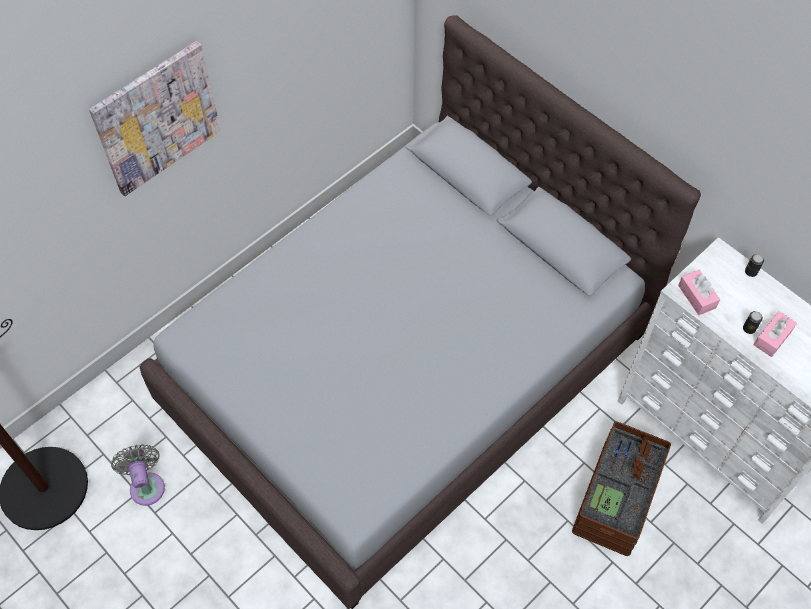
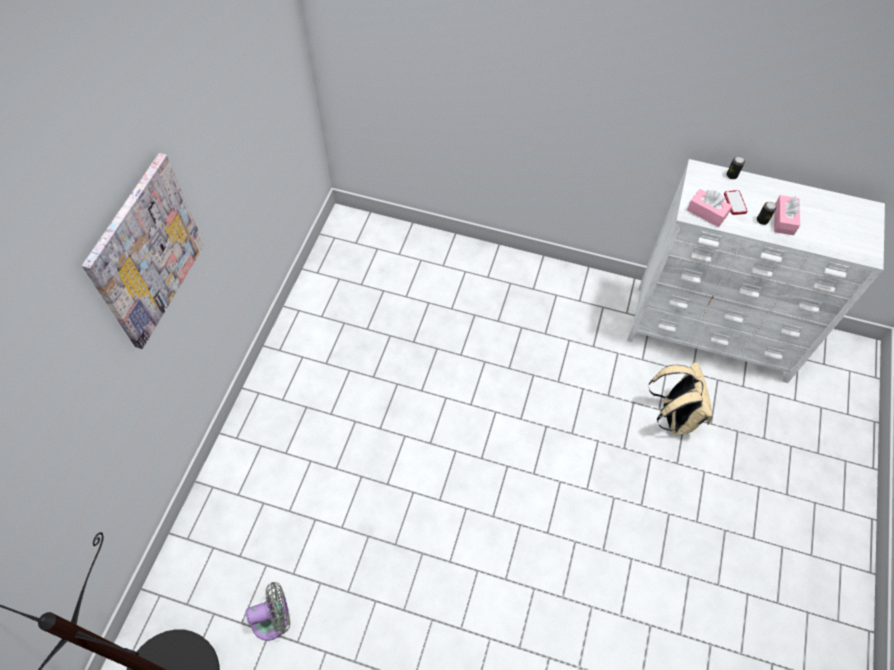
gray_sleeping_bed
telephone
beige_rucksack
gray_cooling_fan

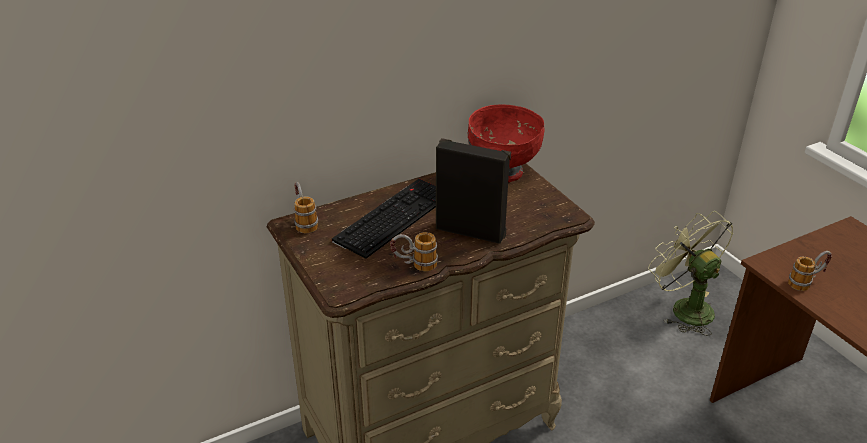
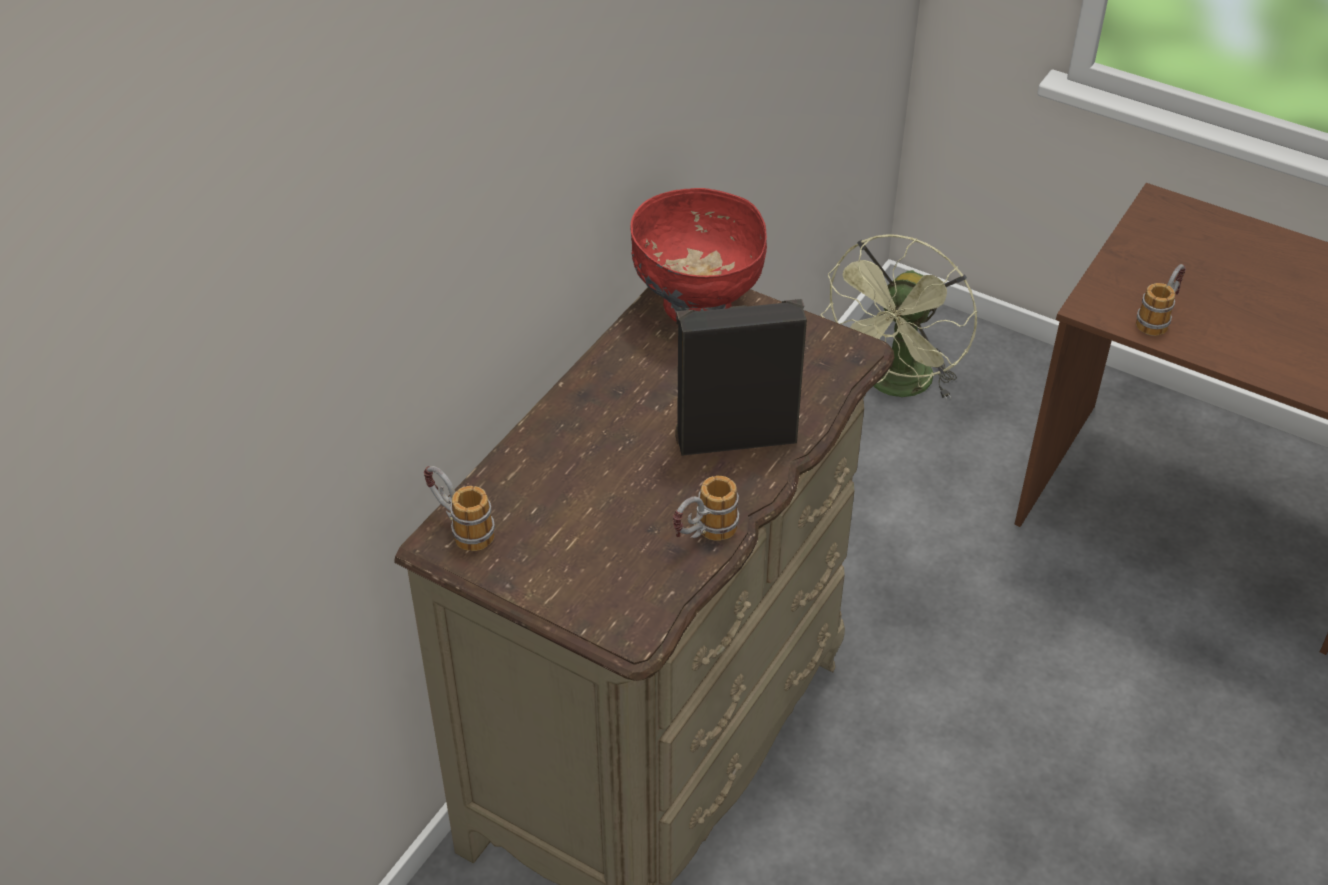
keyboard
green_cooling_fan

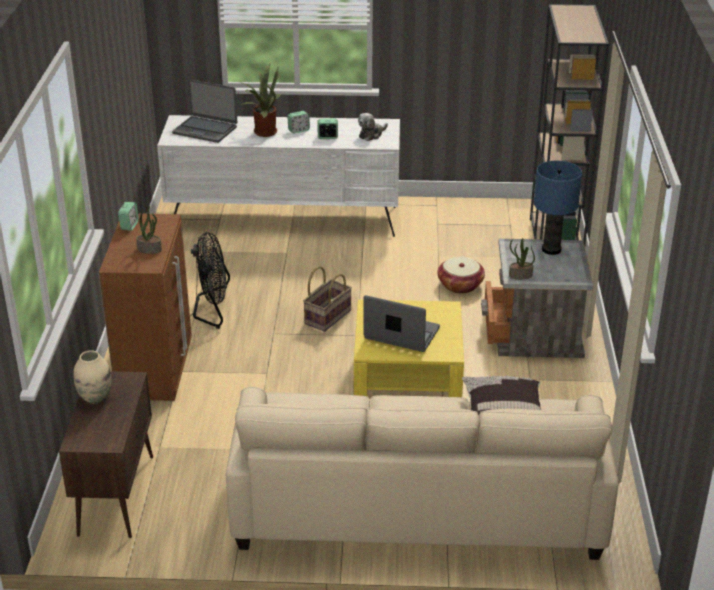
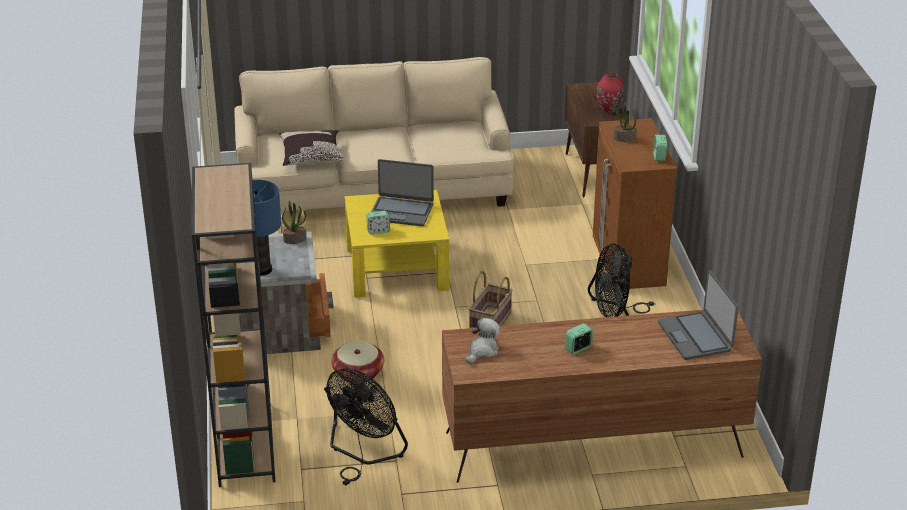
houseplant (no. 2 from left in the first image)
black_cooling_fan (no. 1 from left)
table_clock (no. 1 from left)
red-coloured_vase
brown_tv_unit
portable_computer (no. 2 from left)

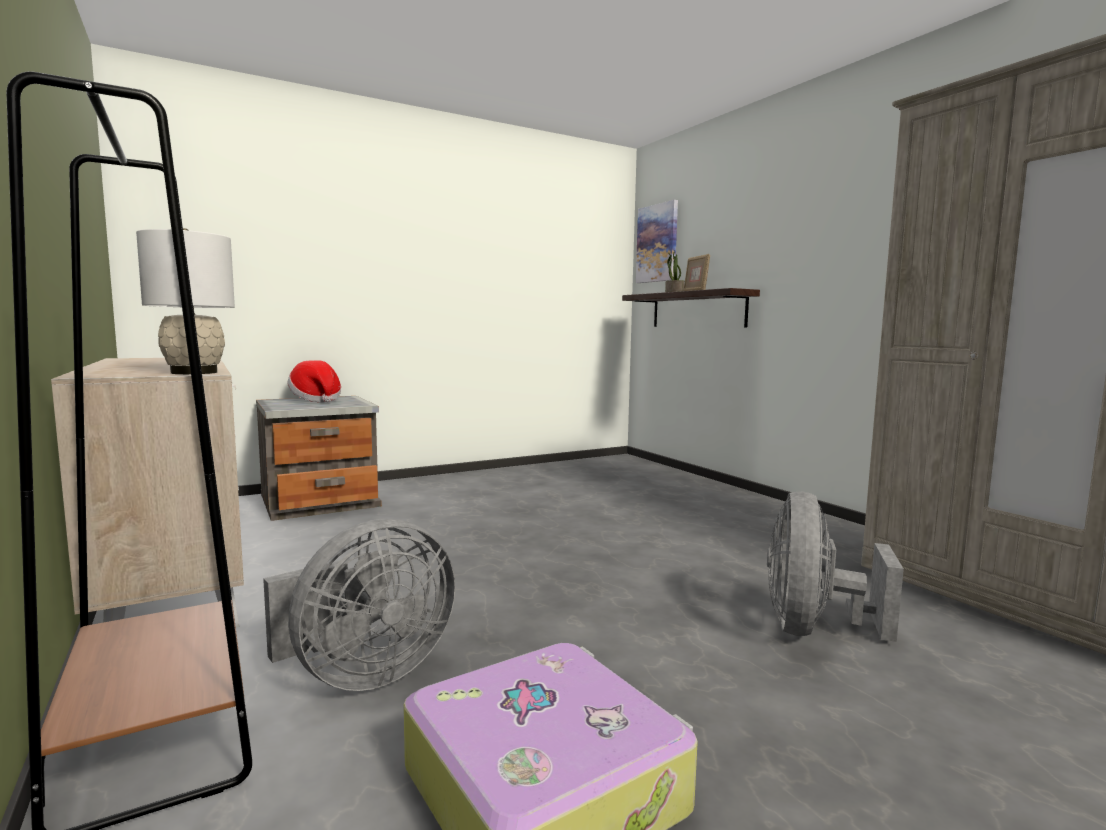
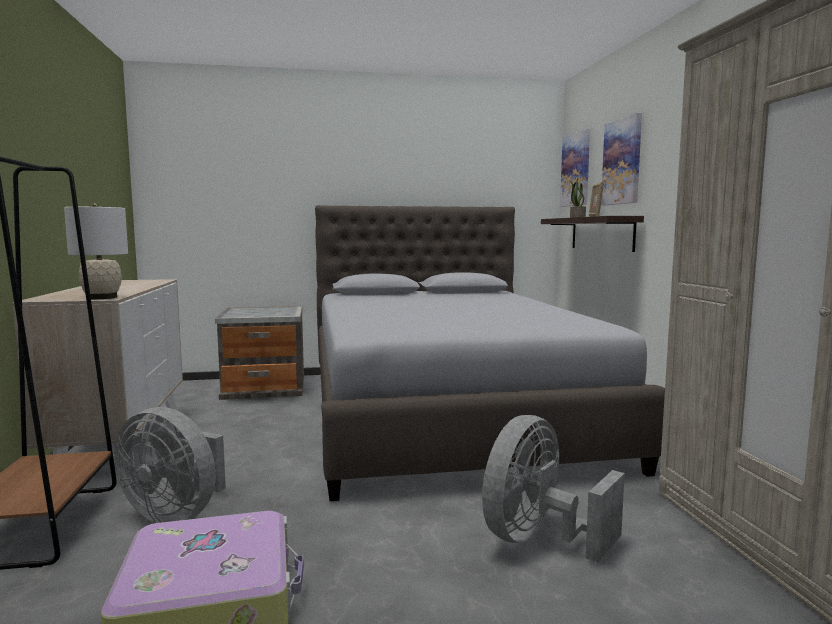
hat
gray_sleeping_bed
wall_picture (no. 2 from left)
gray_cooling_fan (no. 1 from left)

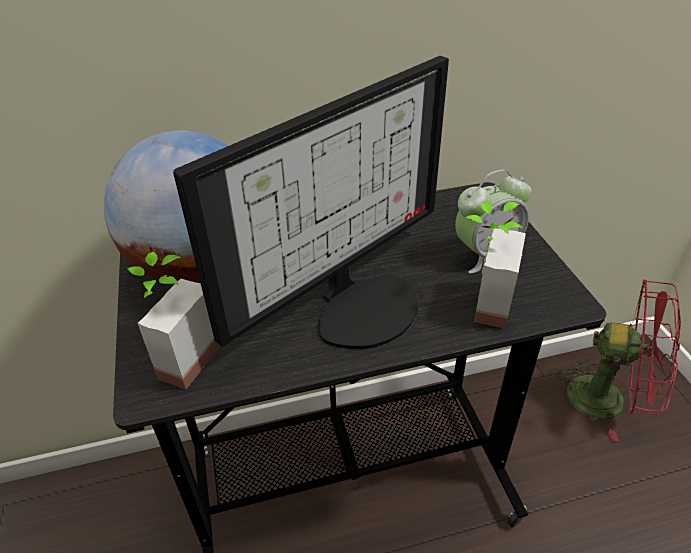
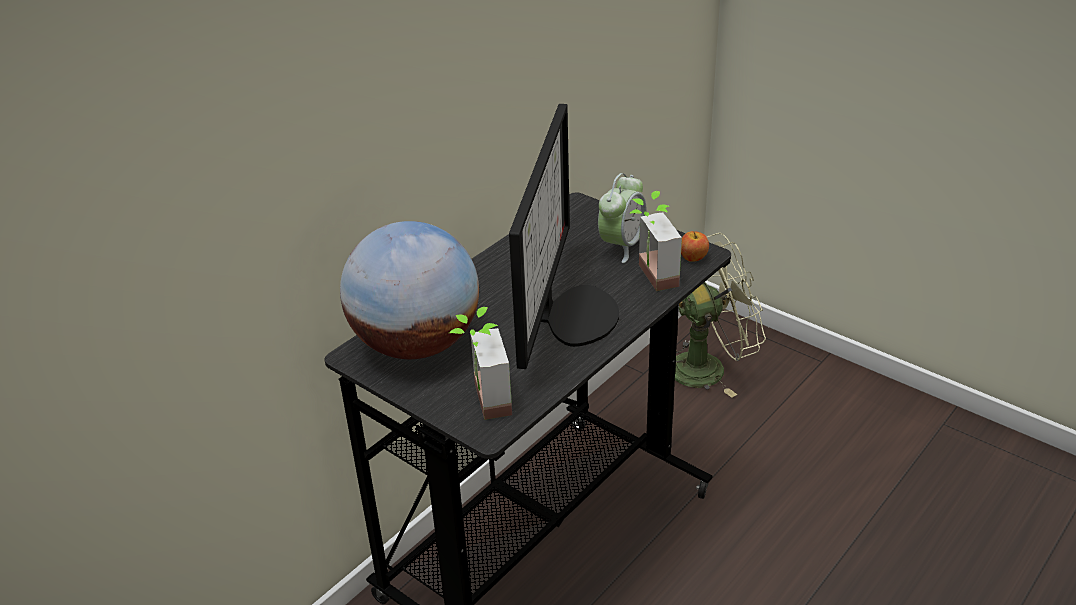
whole_apple
green_cooling_fan

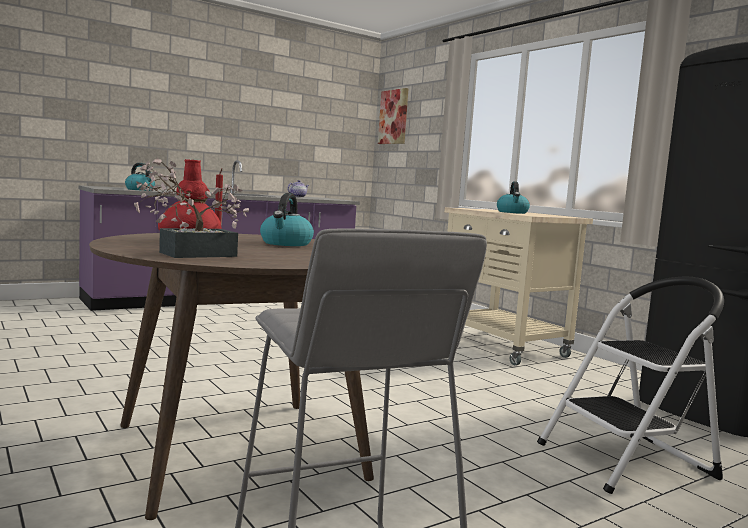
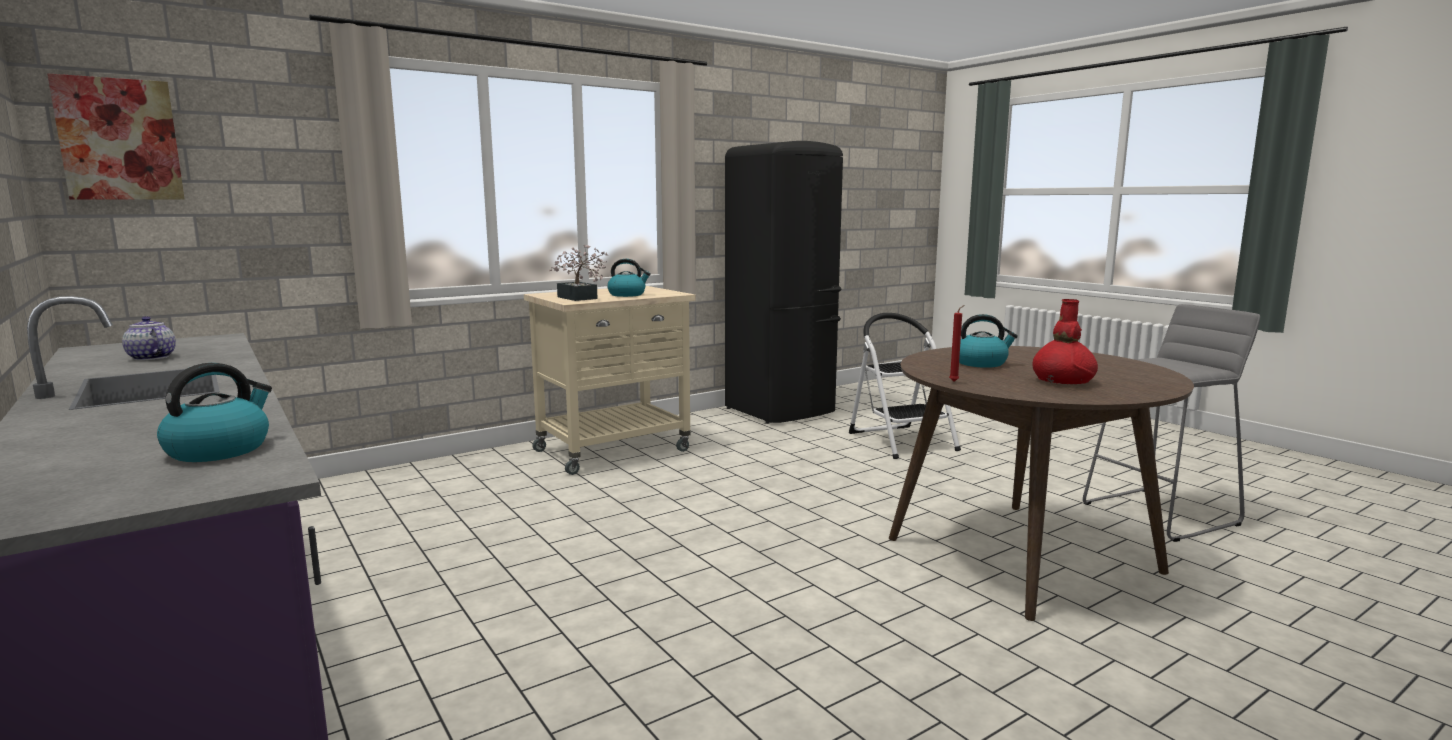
houseplant

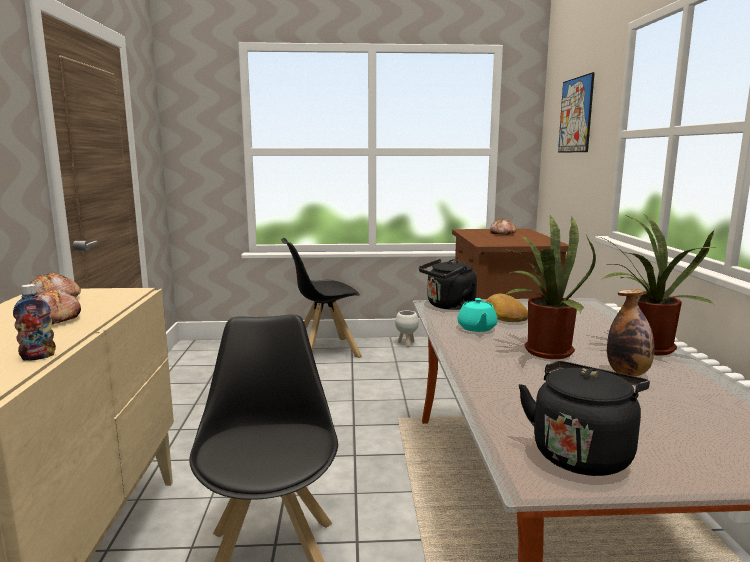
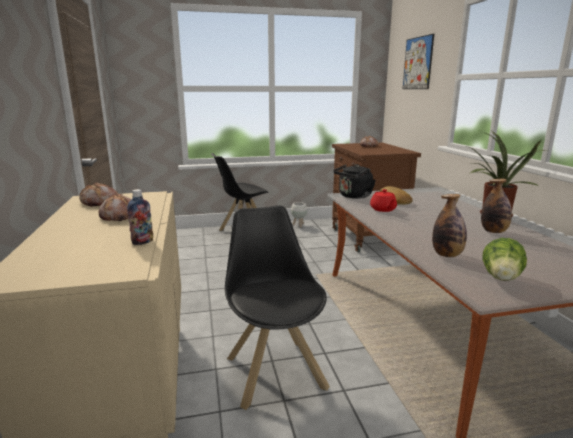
houseplant (no. 1 from left in the first image)
beverage_bottle (no. 2 from left)
lettuce
red-coloured_pot_for_tea

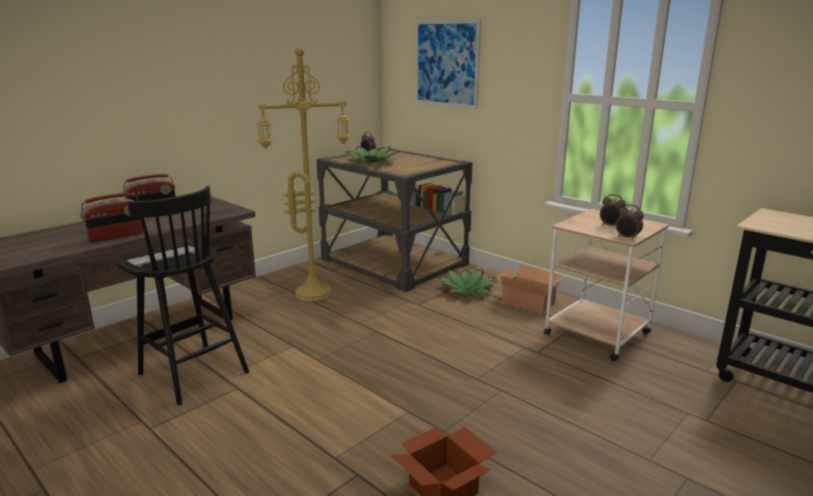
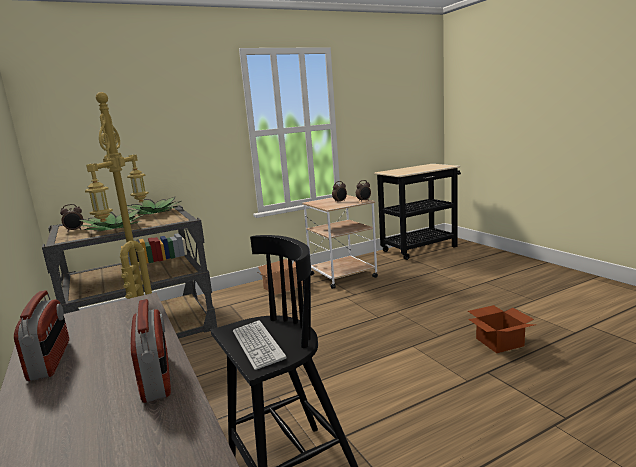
wall_picture
houseplant (no. 2 from left)

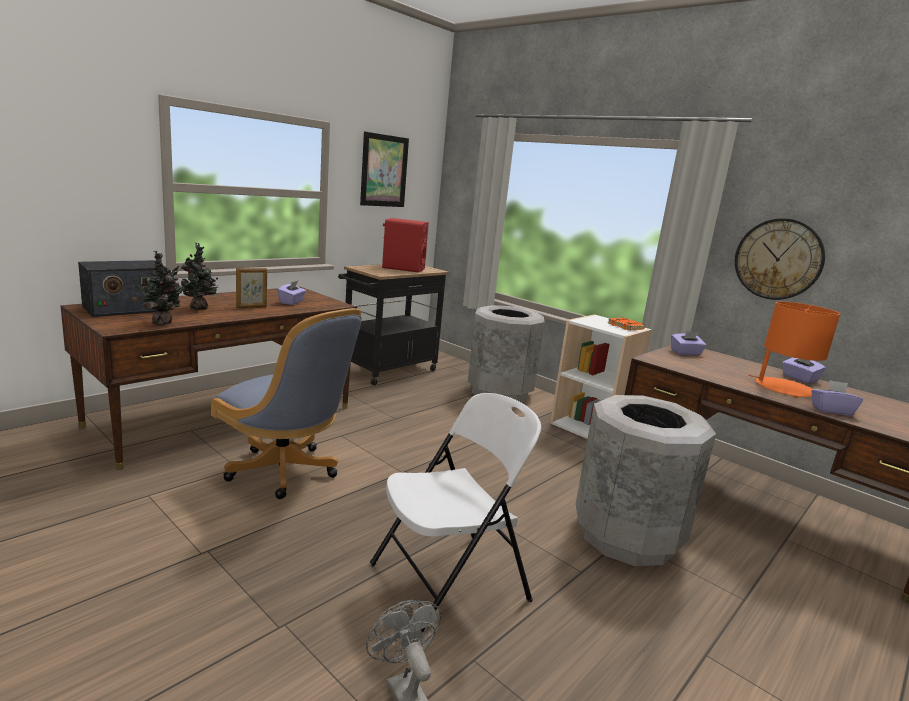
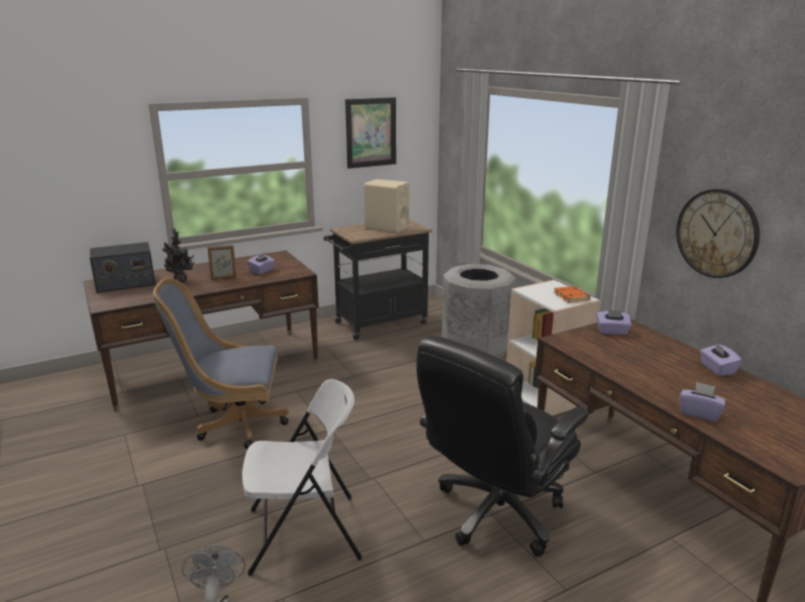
houseplant (no. 1 from left in the first image)
orange-coloured_tabletop_lamp
black_office_chair
beige_loudspeaker
blue_office_chair

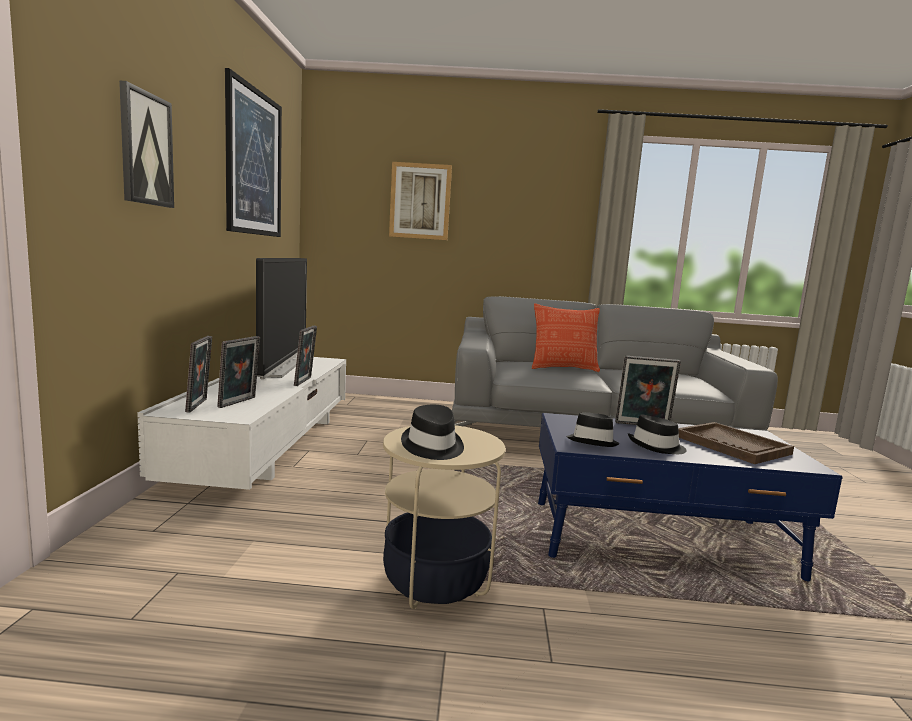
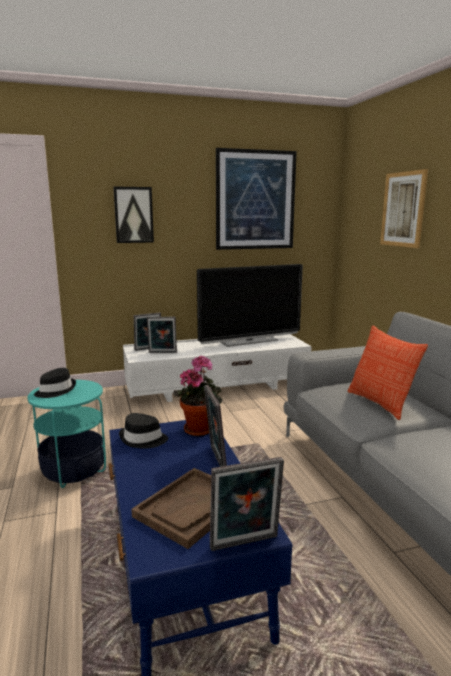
black_hat (no. 3 from left in the first image)
houseplant
picture_frame (no. 4 from left)
turquoise_side_table

